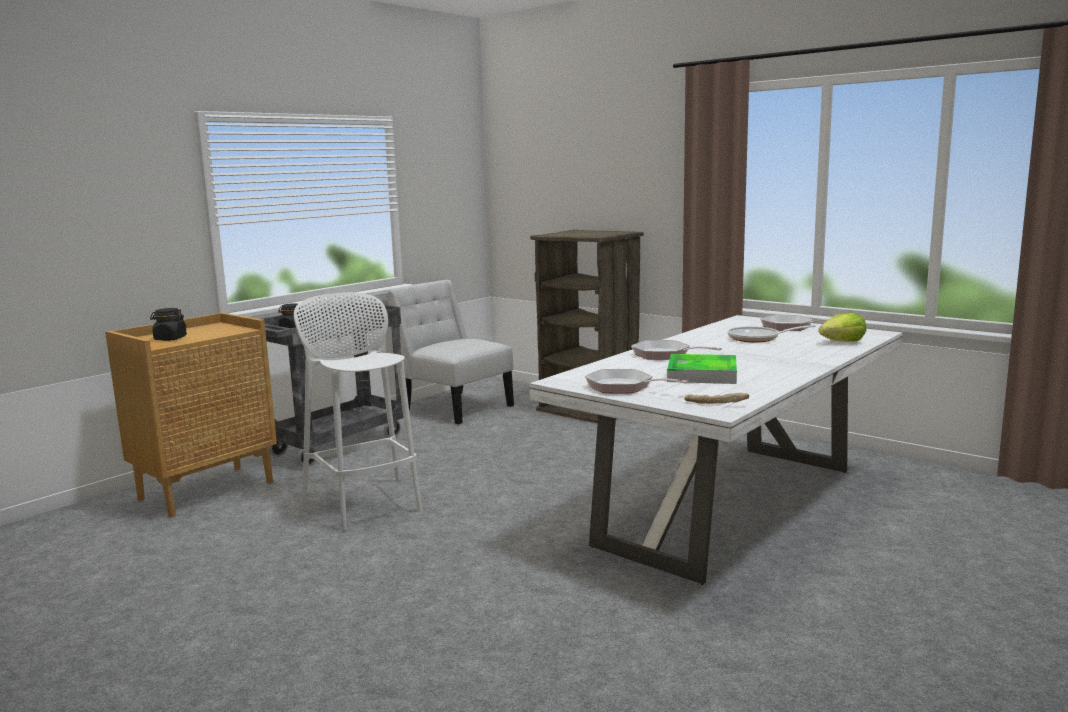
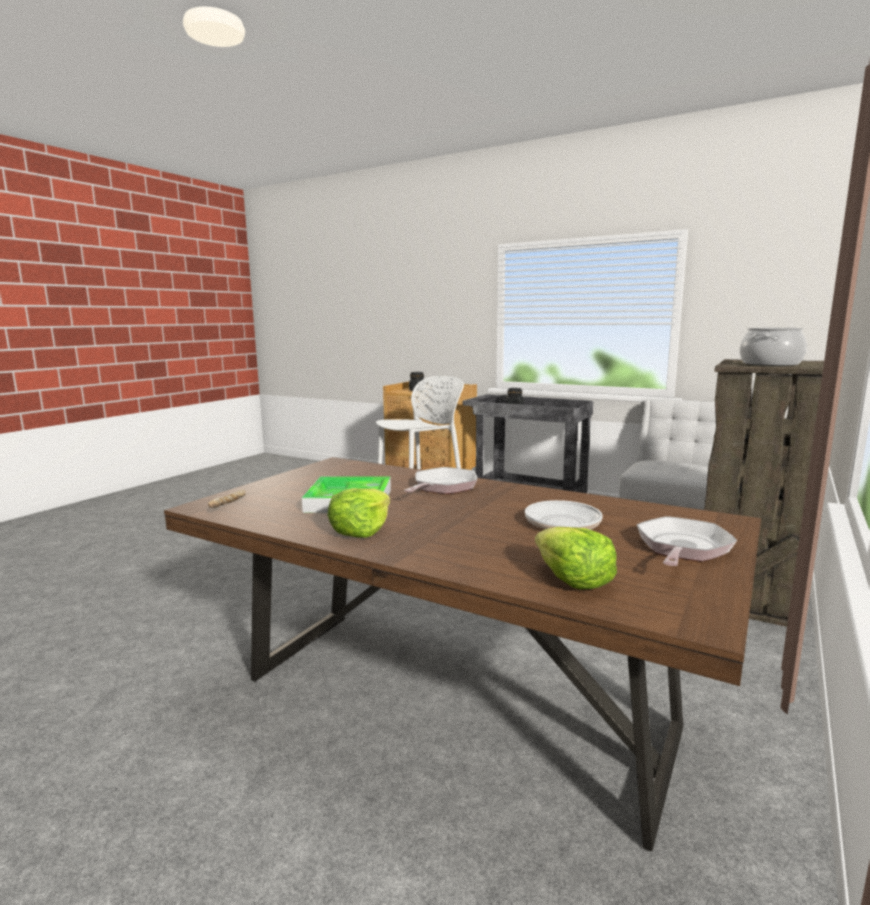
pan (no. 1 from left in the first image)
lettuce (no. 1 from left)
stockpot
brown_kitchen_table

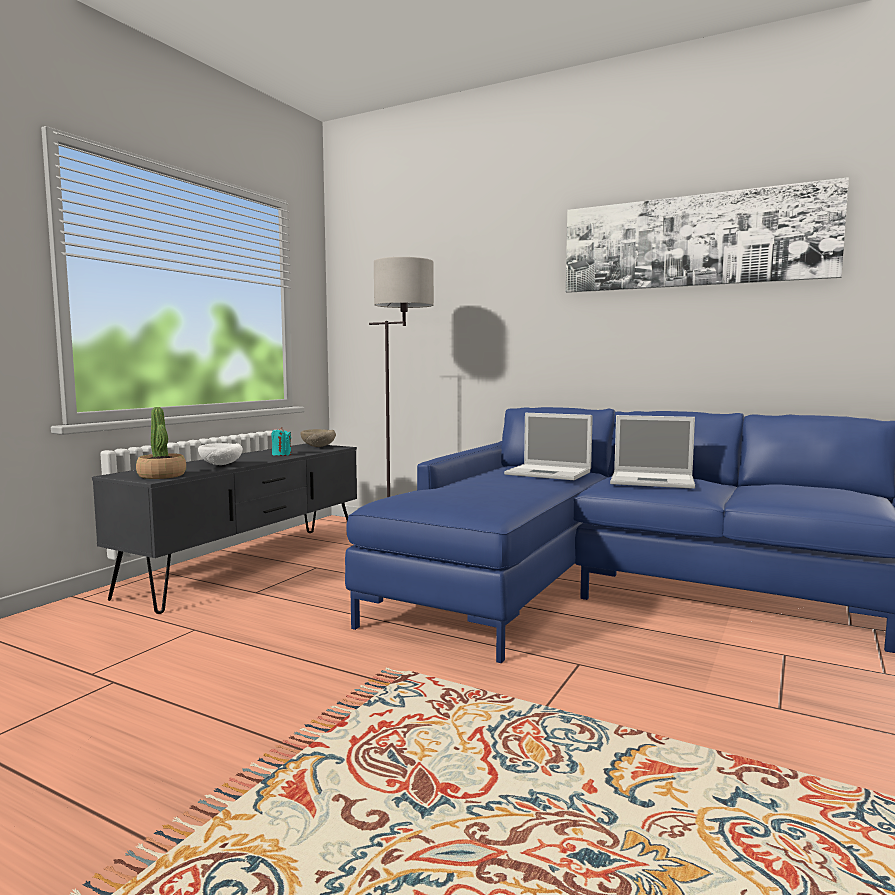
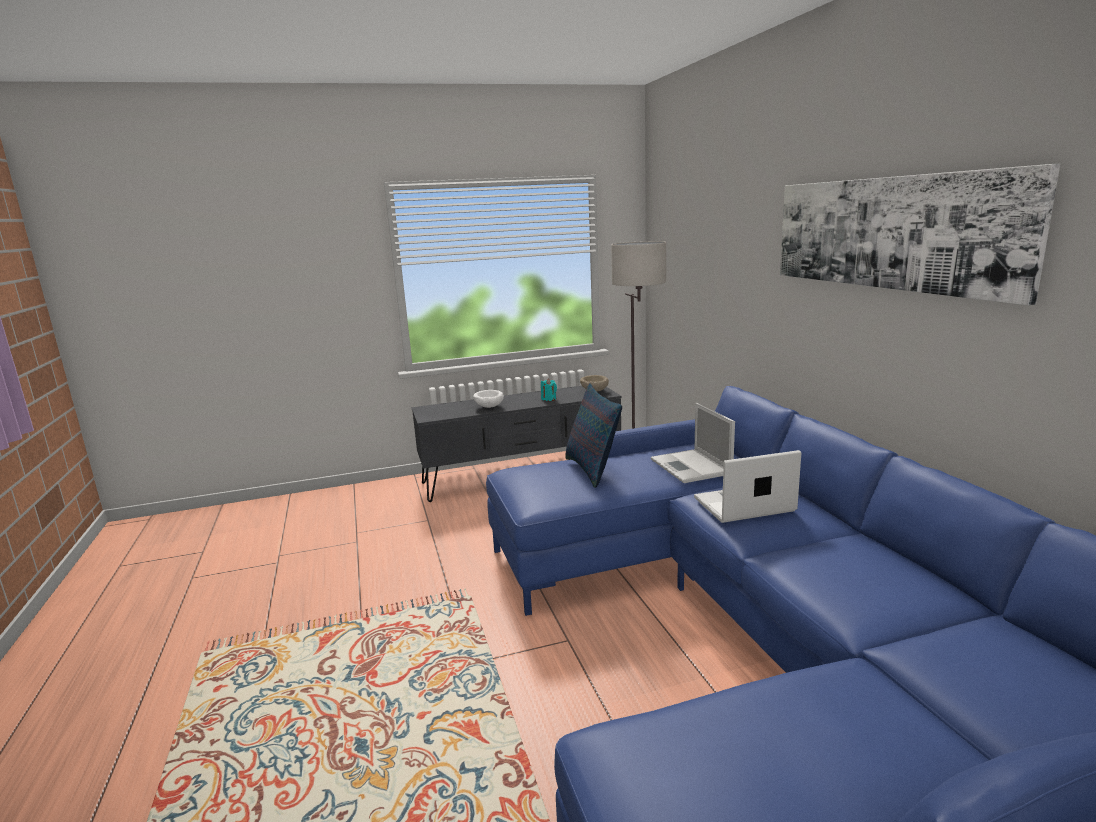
houseplant
blue_pillow
portable_computer (no. 2 from left)

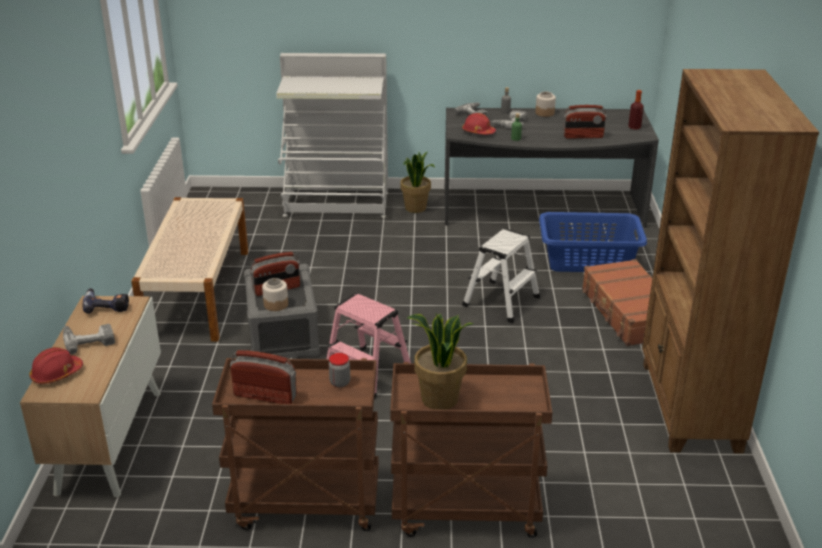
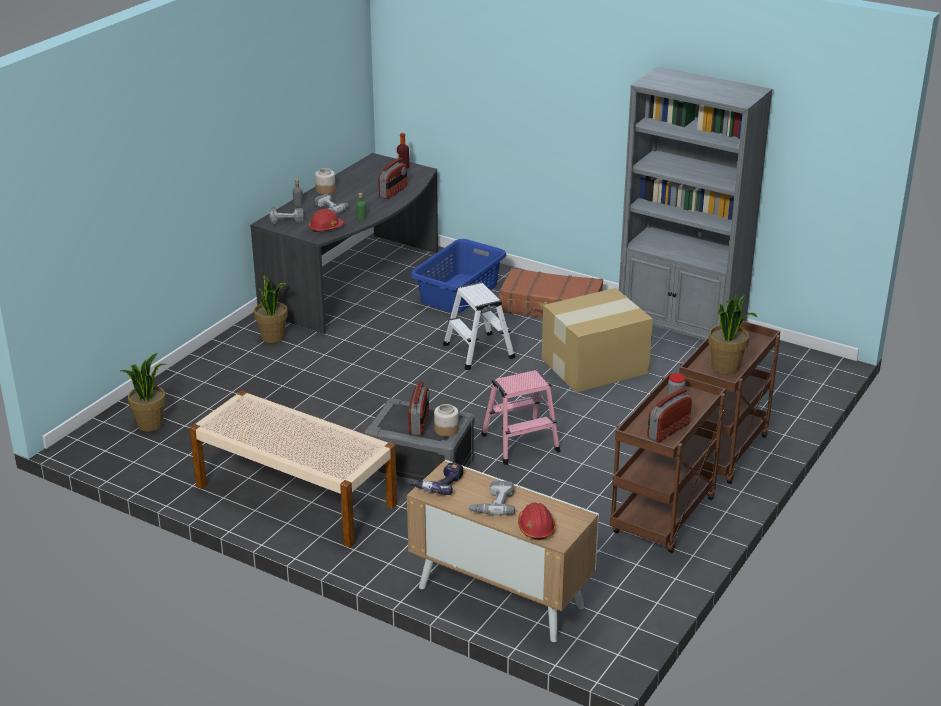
white-coloured_shoe_stand
houseplant (no. 1 from left)
carton
gray_bookshelf

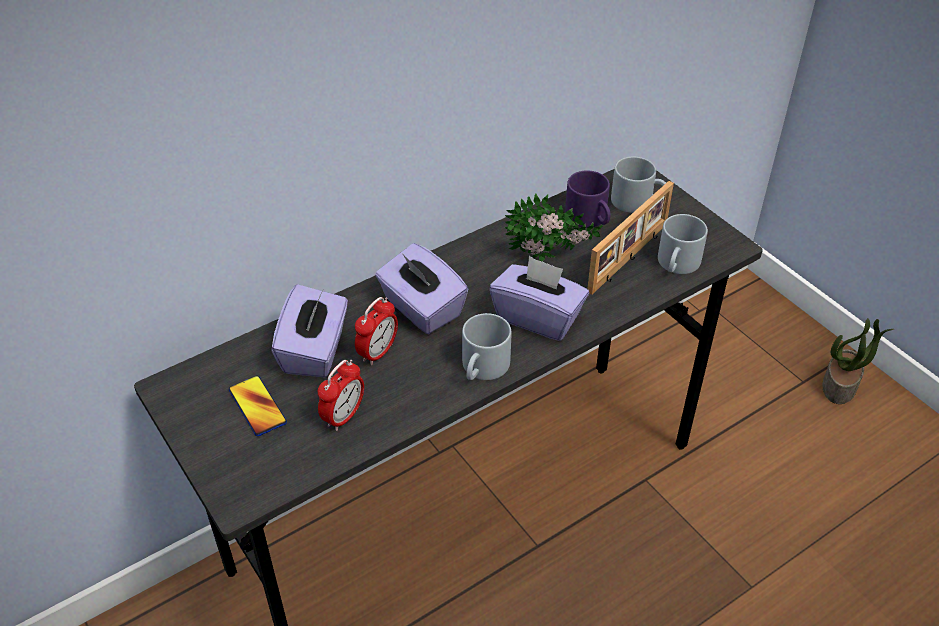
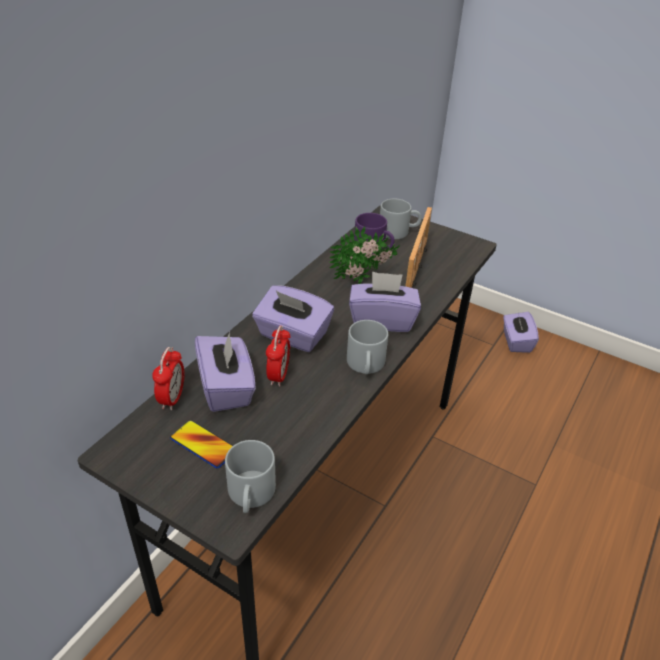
table_clock (no. 1 from left)
gray_coffee_mug (no. 1 from left)
purple-coloured_box_of_tissues (no. 4 from left)

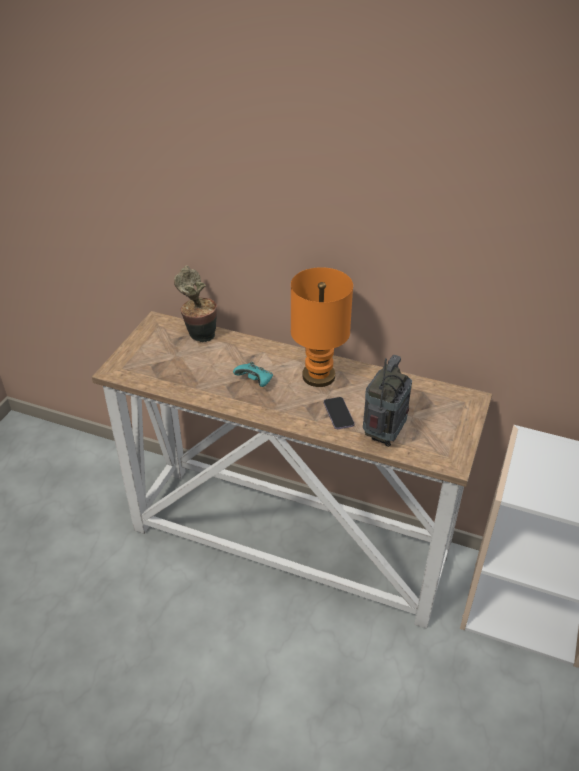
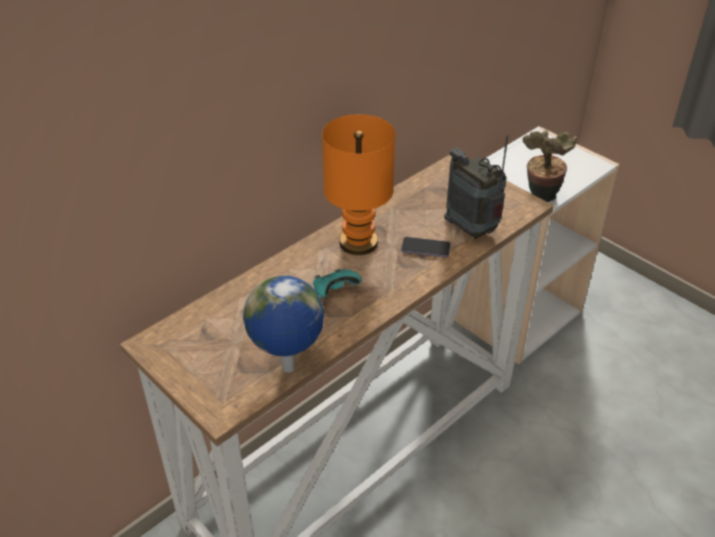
world_globe
houseplant

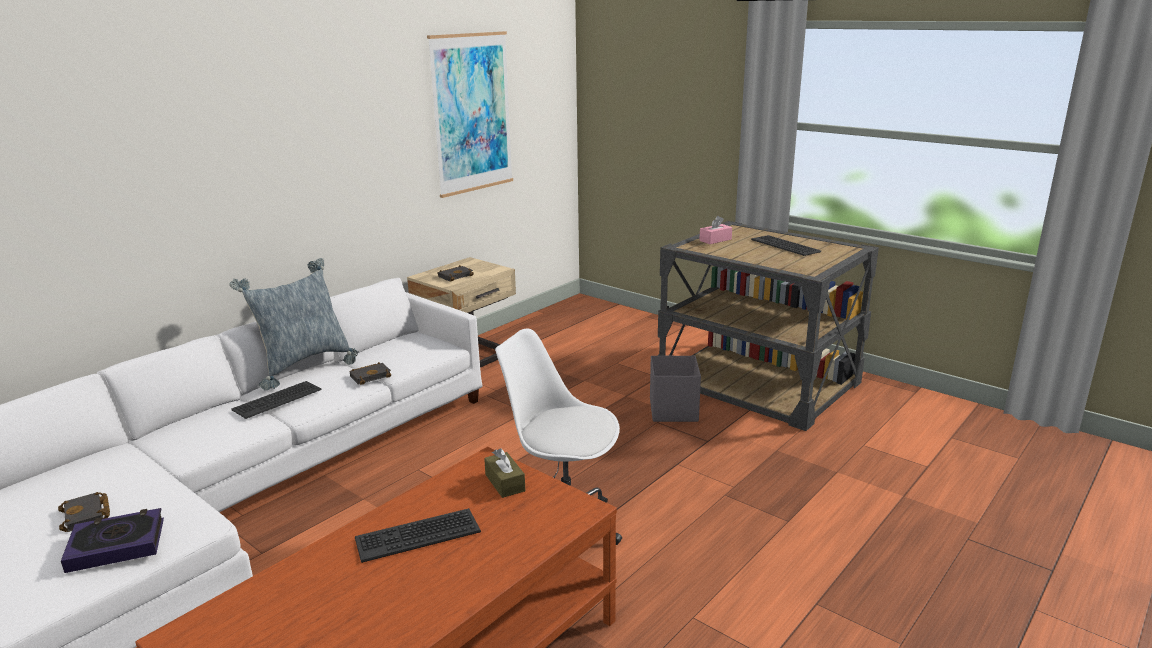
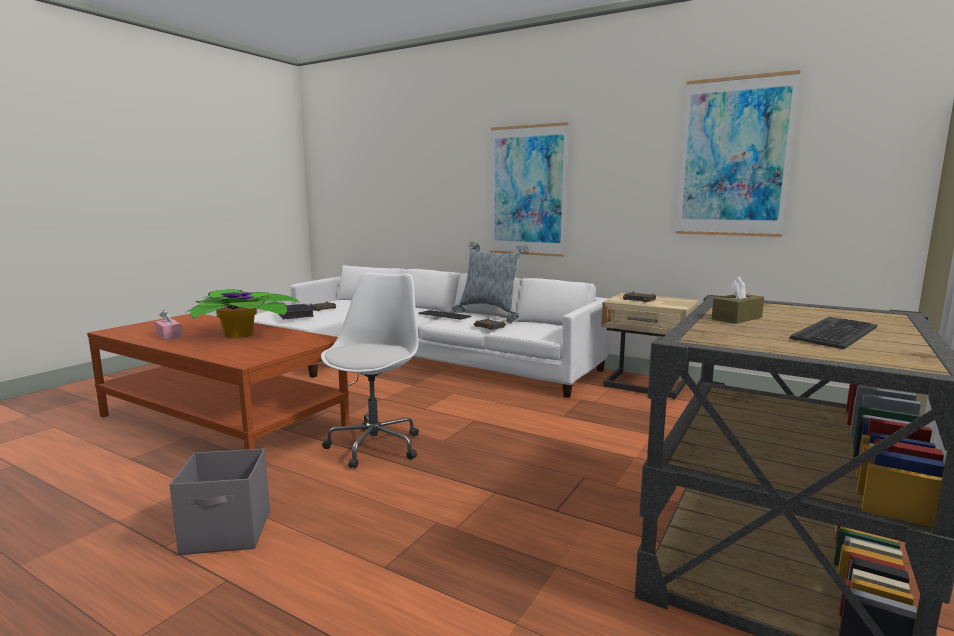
wall_picture (no. 1 from left)
brown_box_of_tissues
gray_storage_bin
pink-coloured_box_of_tissues
houseplant

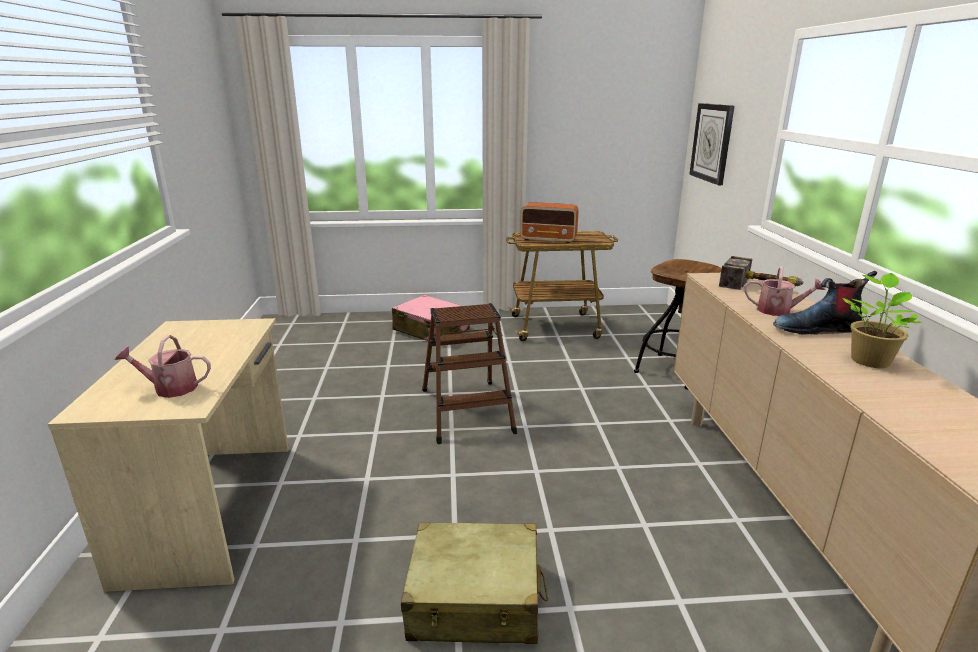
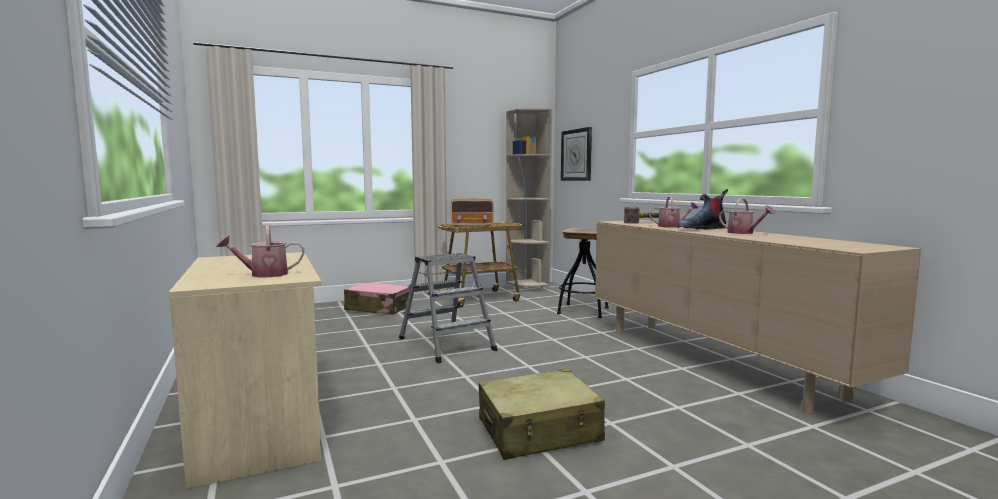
beige_bookshelf
watering_can (no. 3 from left)
gray_step_ladder

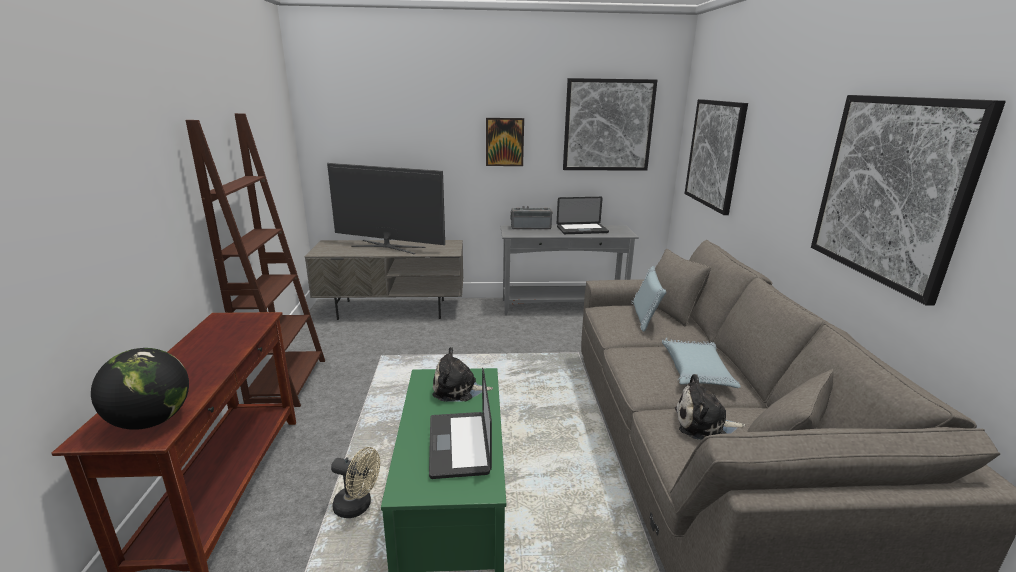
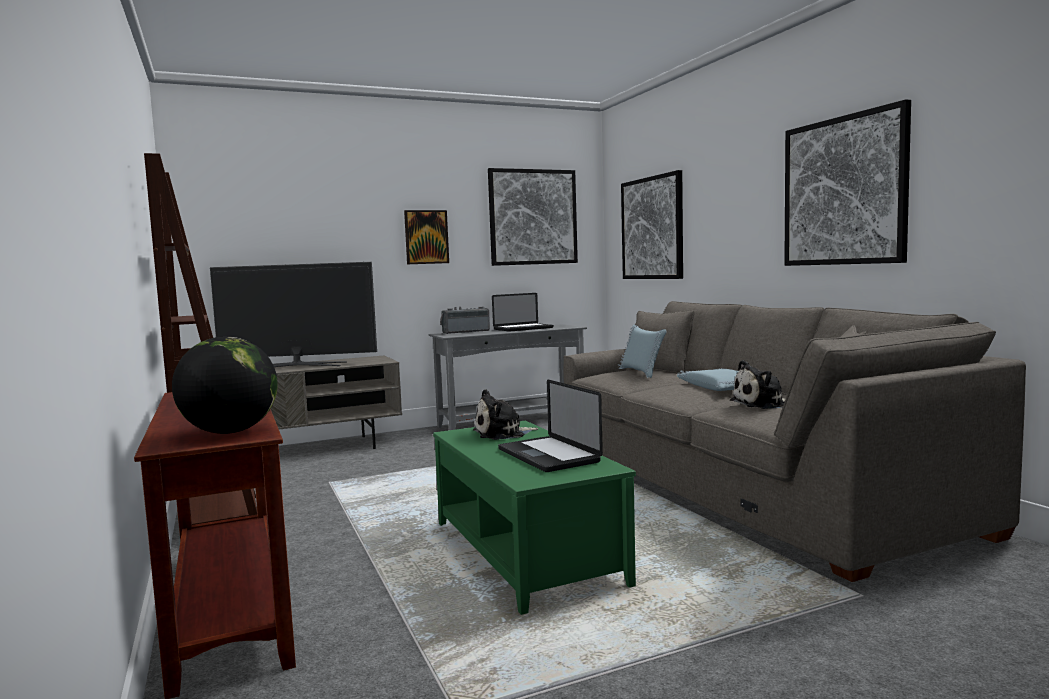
beige_cooling_fan

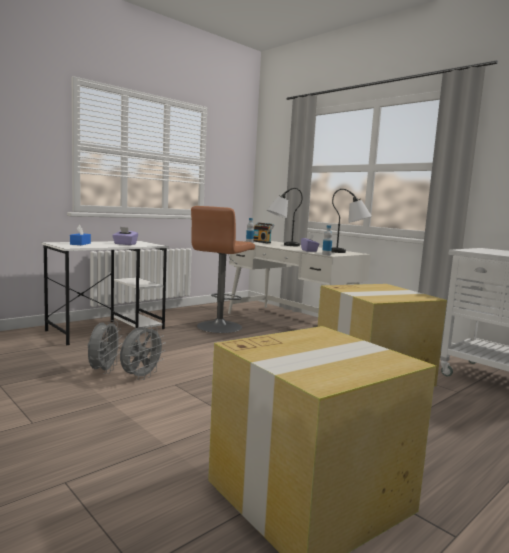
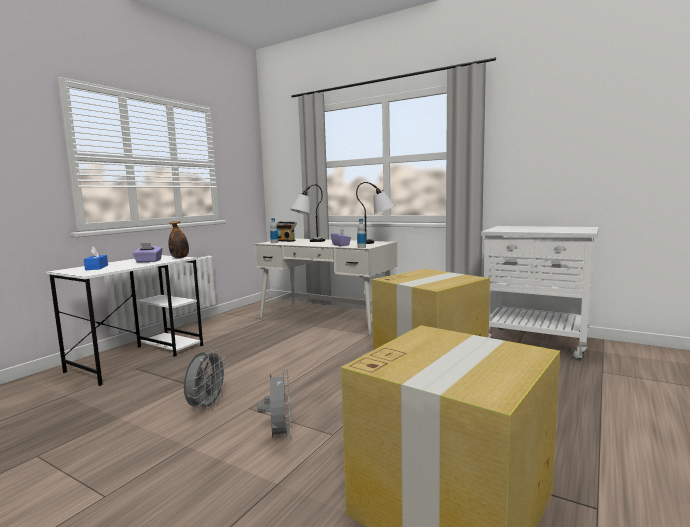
brown_stool_seat
beverage_bottle (no. 1 from left)
gray_cooling_fan (no. 2 from left)

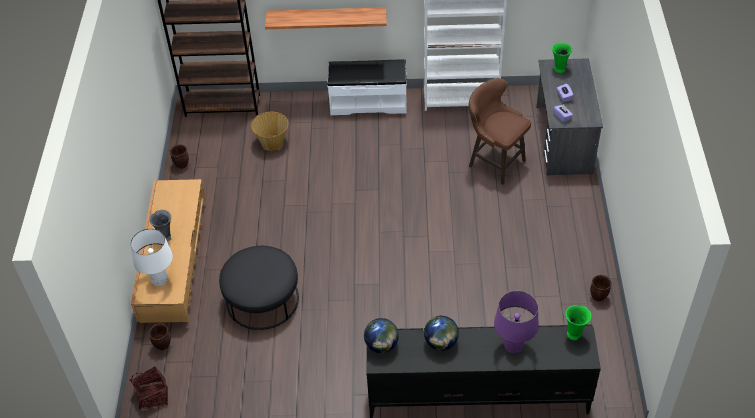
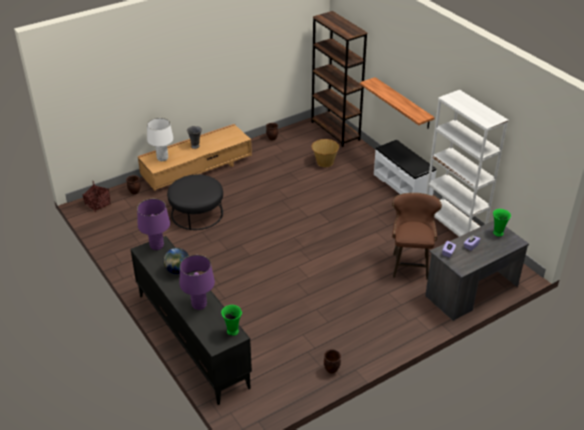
purple-coloured_tabletop_lamp (no. 1 from left)

